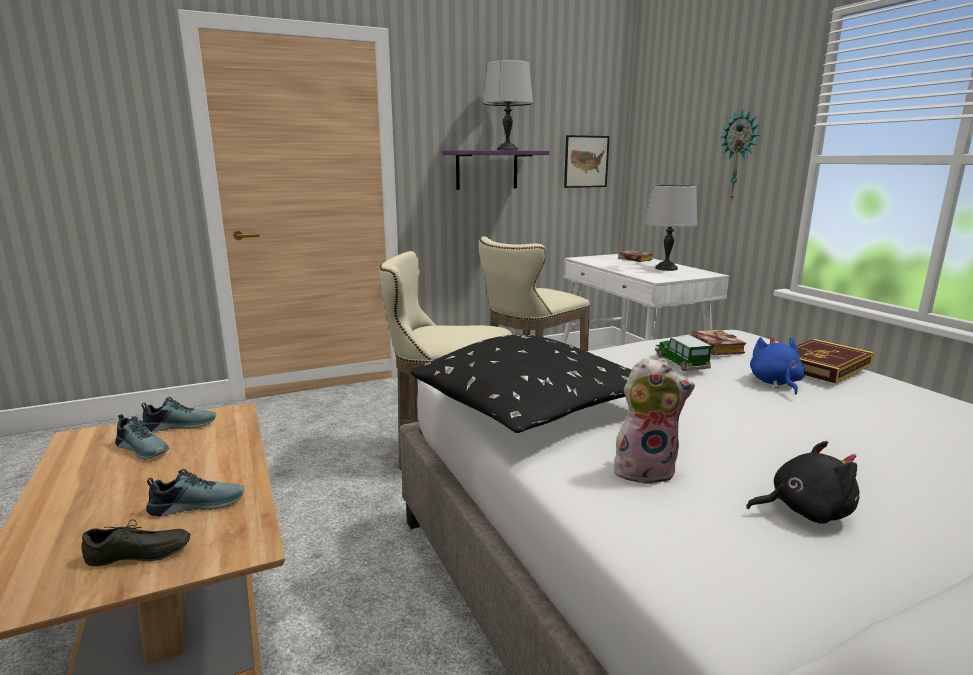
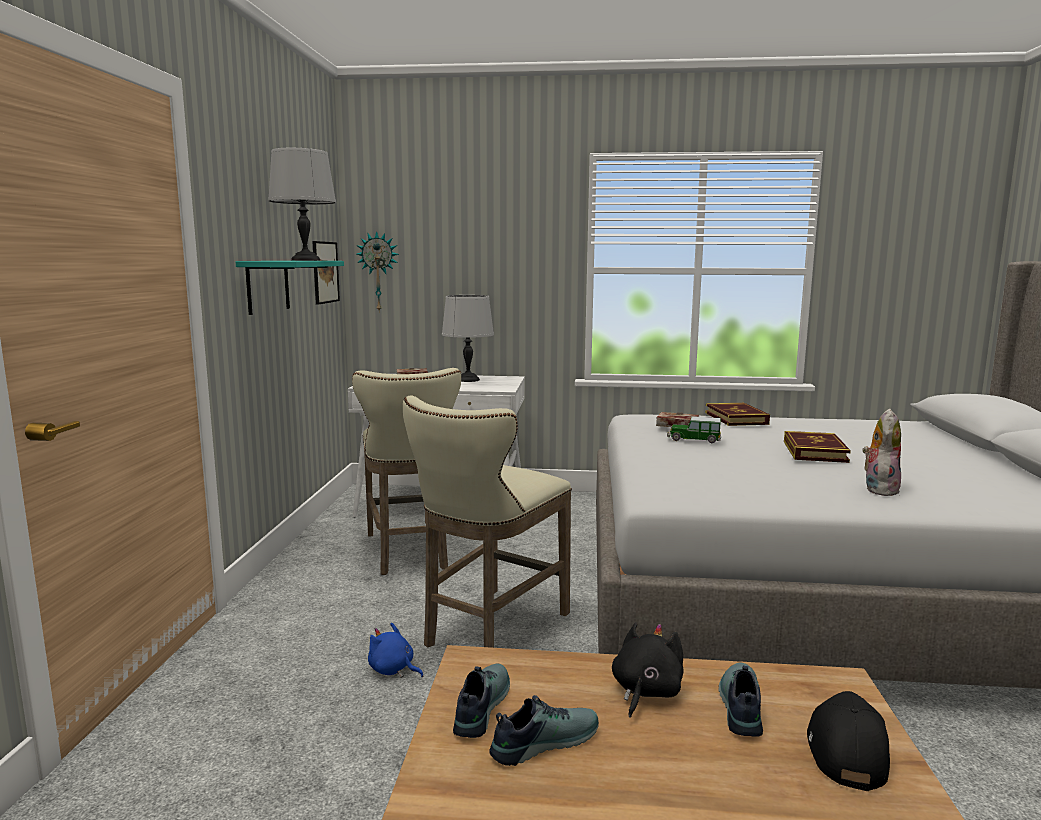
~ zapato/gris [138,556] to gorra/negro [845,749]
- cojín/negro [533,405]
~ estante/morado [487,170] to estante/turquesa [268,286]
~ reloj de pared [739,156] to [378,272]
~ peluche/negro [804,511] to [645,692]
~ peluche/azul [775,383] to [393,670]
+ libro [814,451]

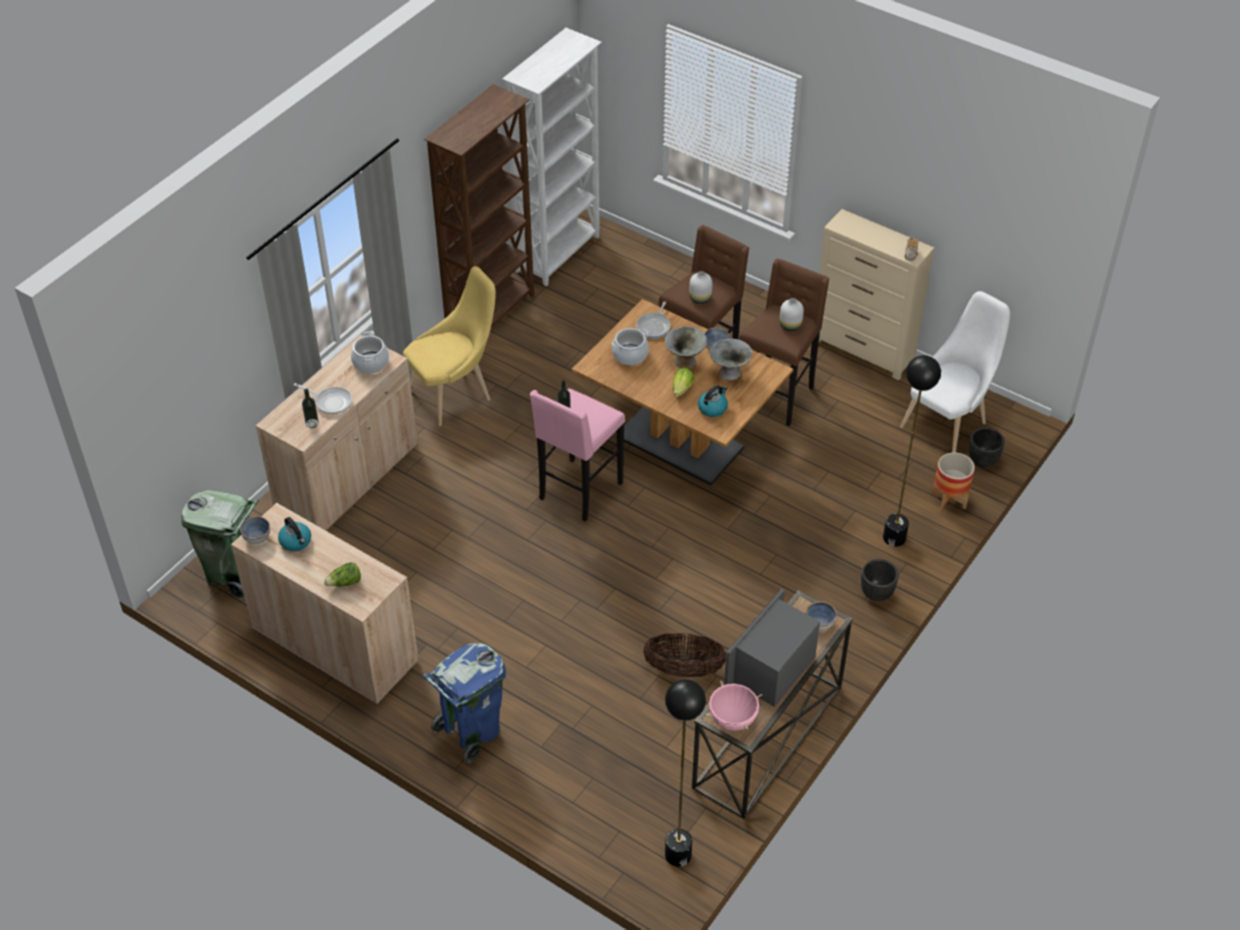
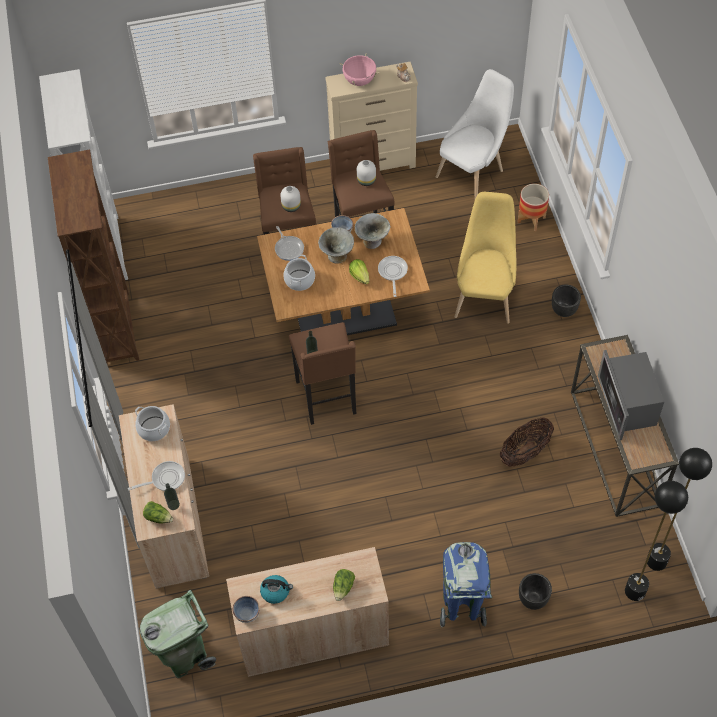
~ silla/amarillo [455,393] to [484,295]
~ taburete/rosa [579,492] to taburete/marrón [327,398]
~ hervidor [712,408] to sartén [392,273]
~ olla/rosa [732,720] to [359,80]
- cuenco [820,623]
~ lámpara de pie/negro [894,537] to [635,591]
~ silla/blanco [947,422] = [473,172] 45 degrees clockwise
~ maceta/negro [982,461] to [532,600]
+ lechuga [158,517]

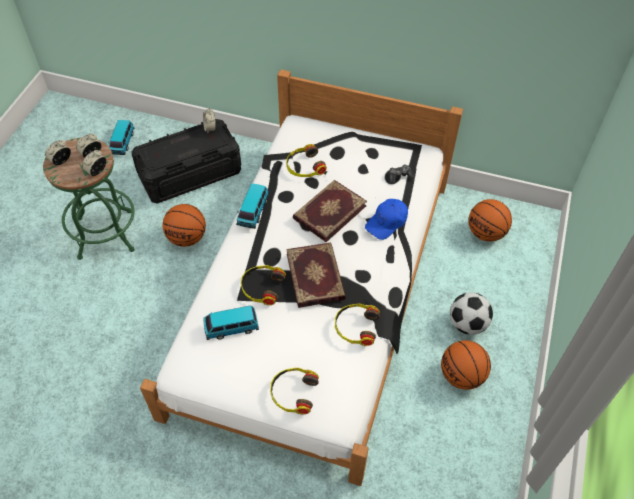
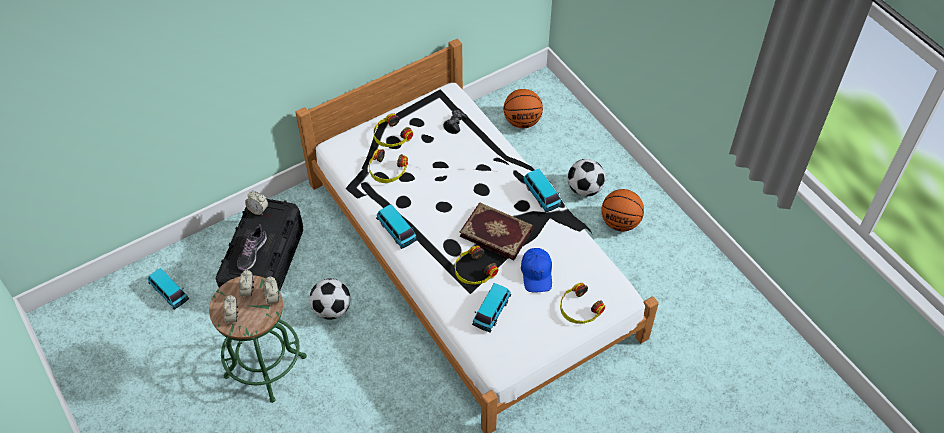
~ balón de baloncesto [187,238] to balón de fútbol [332,309]
- libro [329,211]
~ auriculares [355,327] to [391,136]
~ gorra/azul [387,222] to [537,273]
+ zapato [252,252]
+ coche de juguete [541,195]

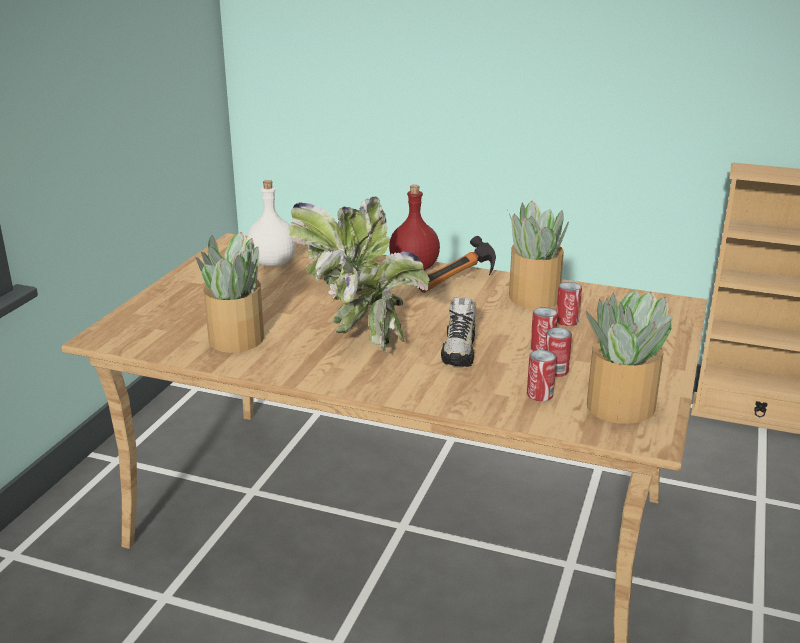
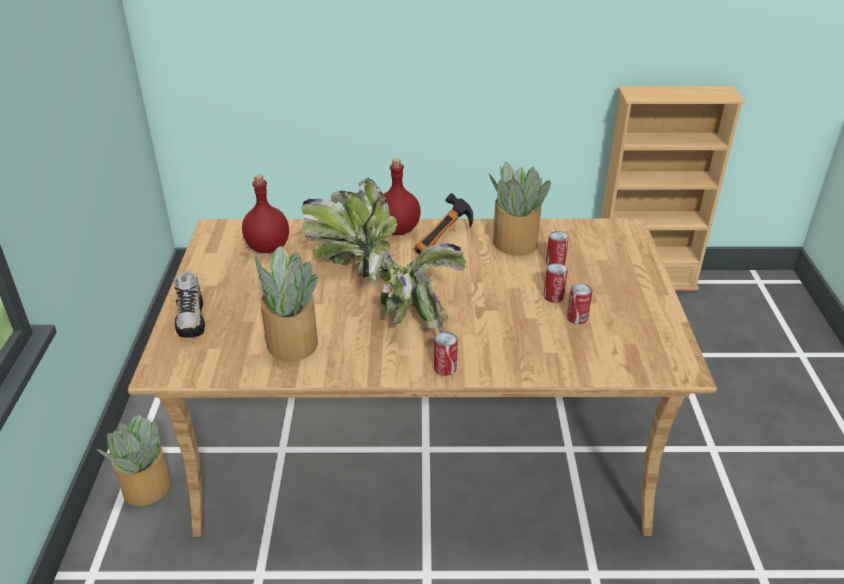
~ botella/blanco [273,262] to botella/rojo [268,247]
~ zapato [459,351] to [191,319]
~ lata [540,395] to [445,368]
~ planta en maceta [619,406] to [145,488]

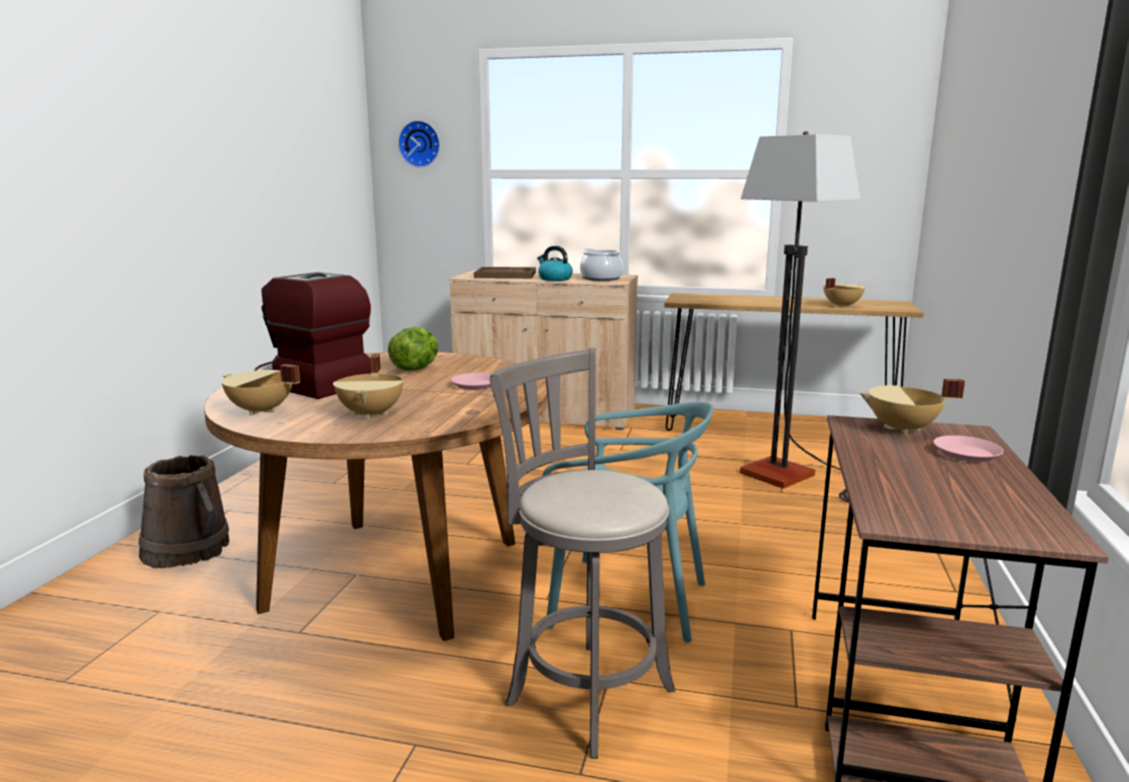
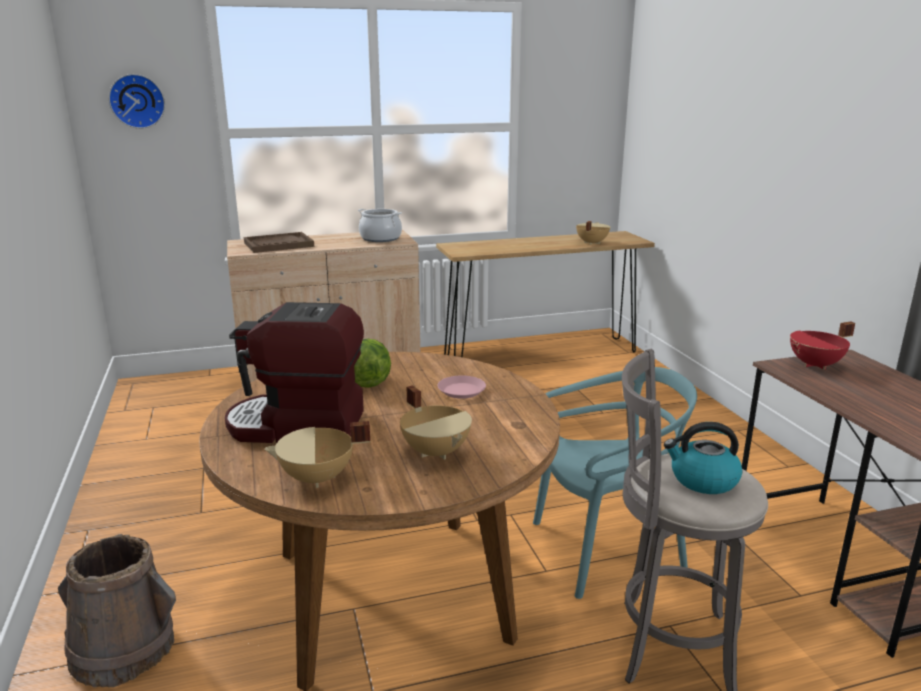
~ hervidor [554,279] to [702,480]
- lámpara de pie [797,478]
~ olla/beis [903,429] to olla/rojo [816,365]
- plato/rosa [966,453]

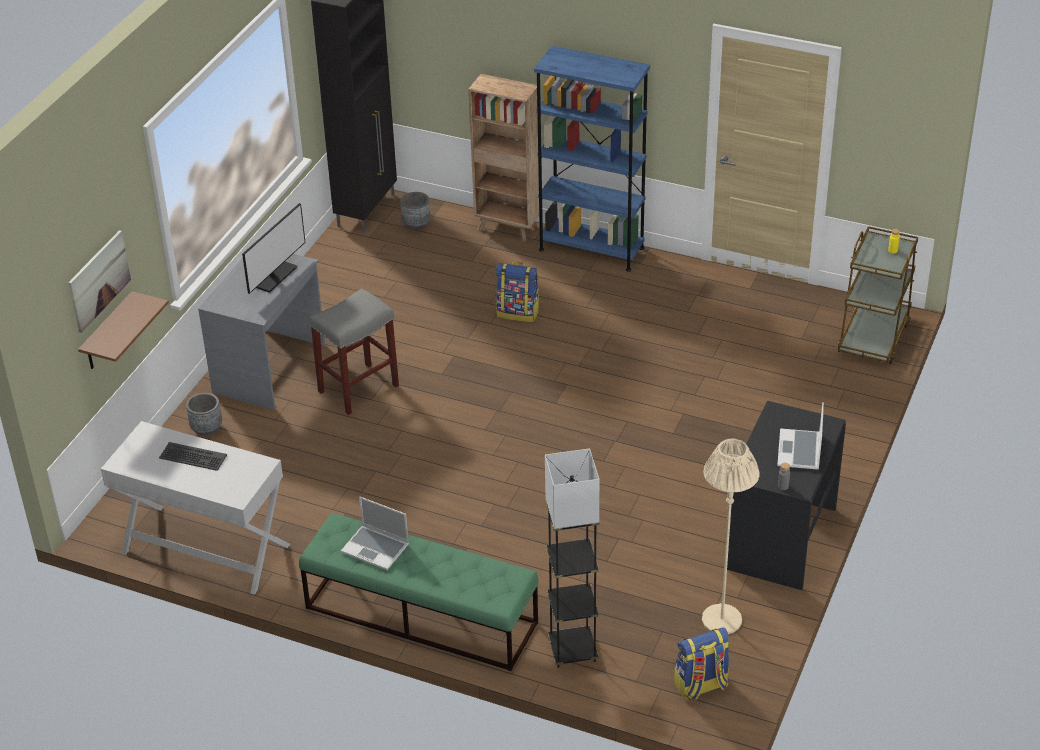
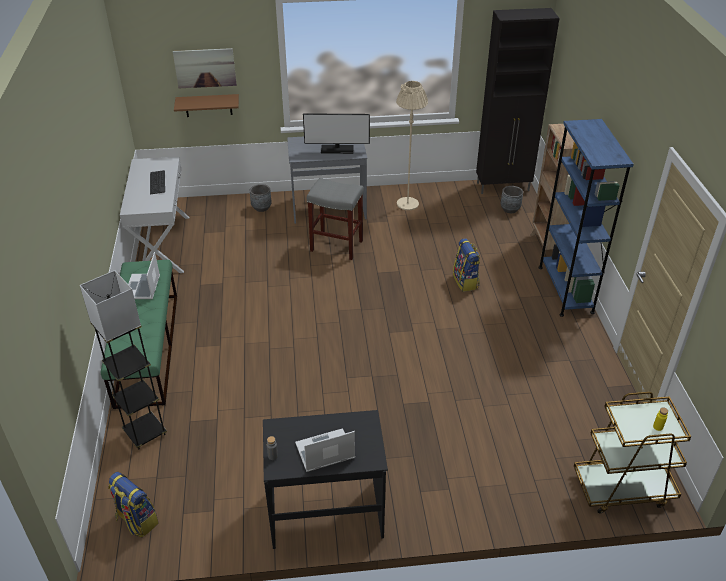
~ lámpara de pie/beis [721,619] to [407,204]

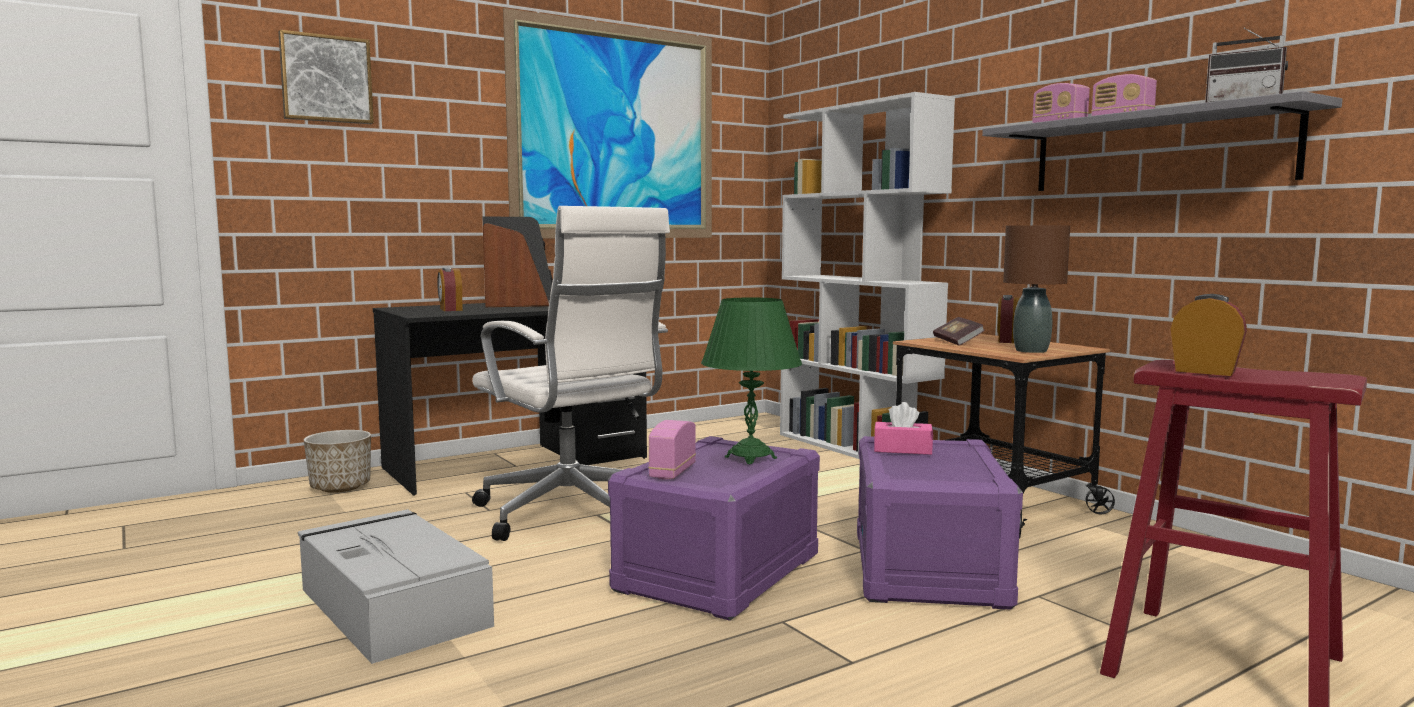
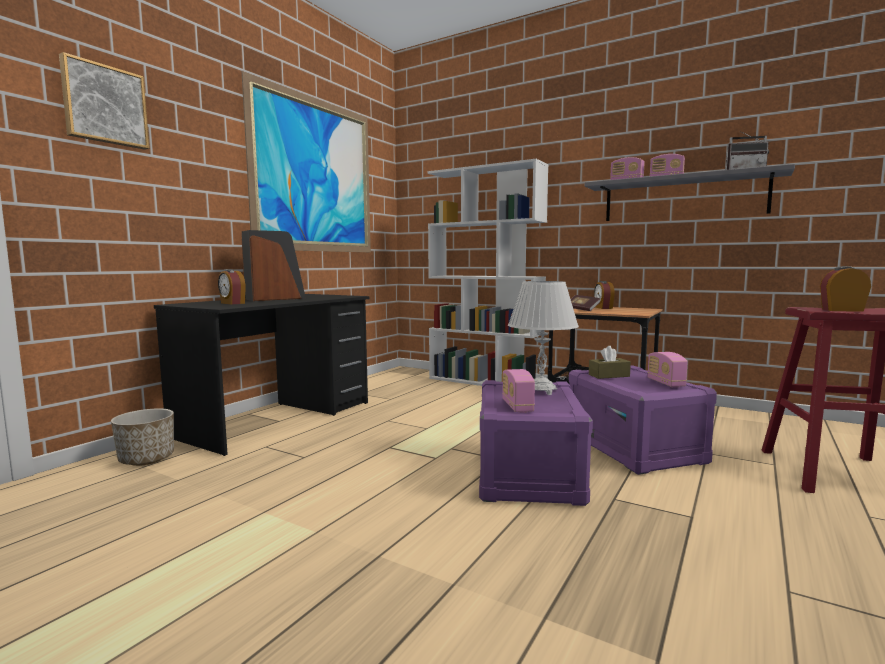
- caja de almacenaje/gris [392,606]
- silla de oficina/blanco [572,514]
~ lámpara de mesa/verde [751,457] to lámpara de mesa/blanco [541,391]
~ caja de pañuelos/rosa [902,449] to caja de pañuelos/marrón [609,375]
- lámpara de mesa/marrón [1031,350]
+ radio [665,383]

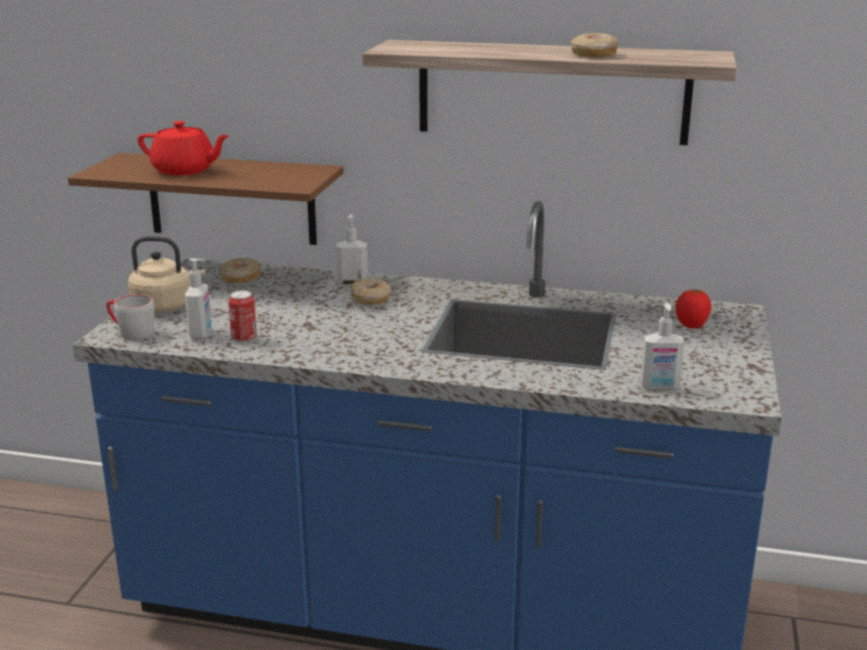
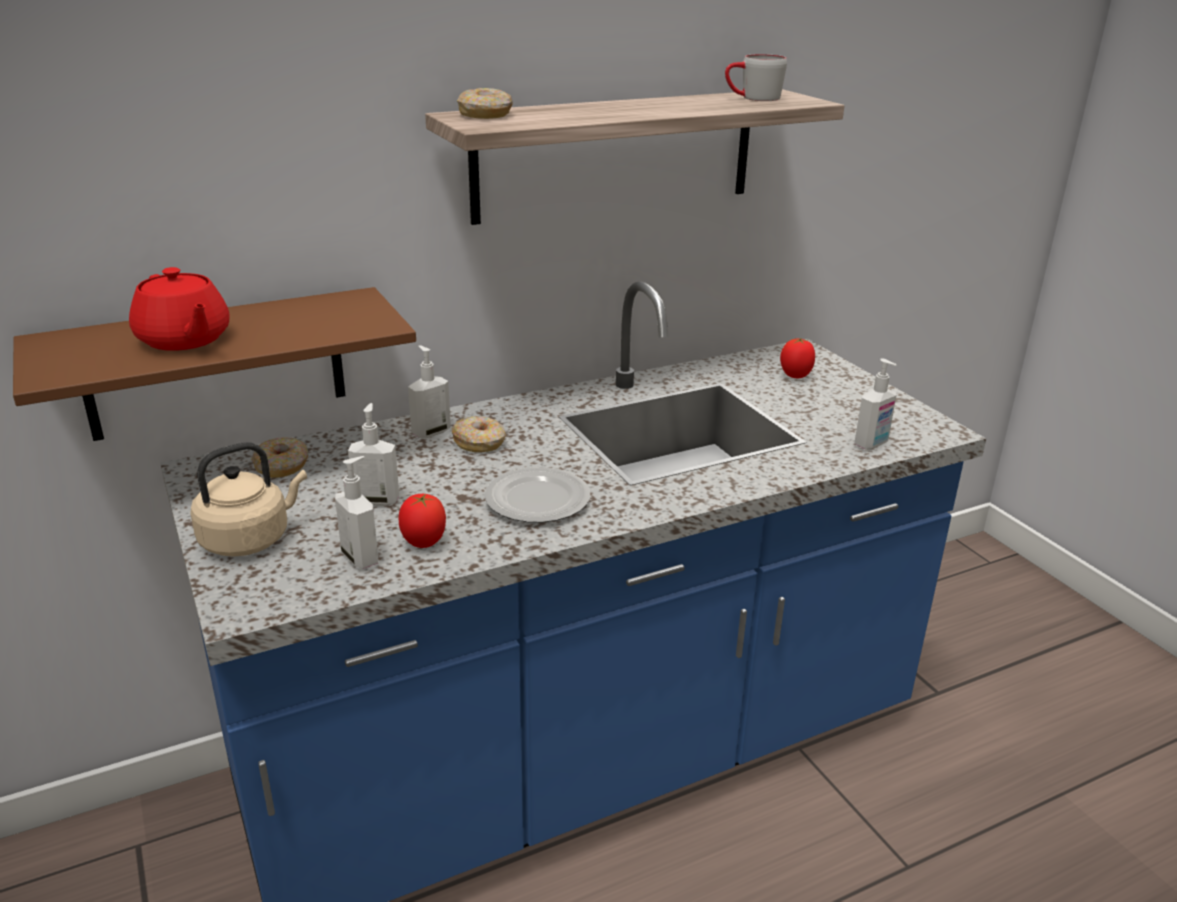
~ taza grande/gris [130,331] to [752,98]
~ tetera/rojo [185,171] = [184,340] 75 degrees clockwise
~ lata [244,339] to tomate [424,543]
~ rosquilla [593,54] to [485,115]
+ dispensador de jabón [377,500]
+ plato [536,501]

